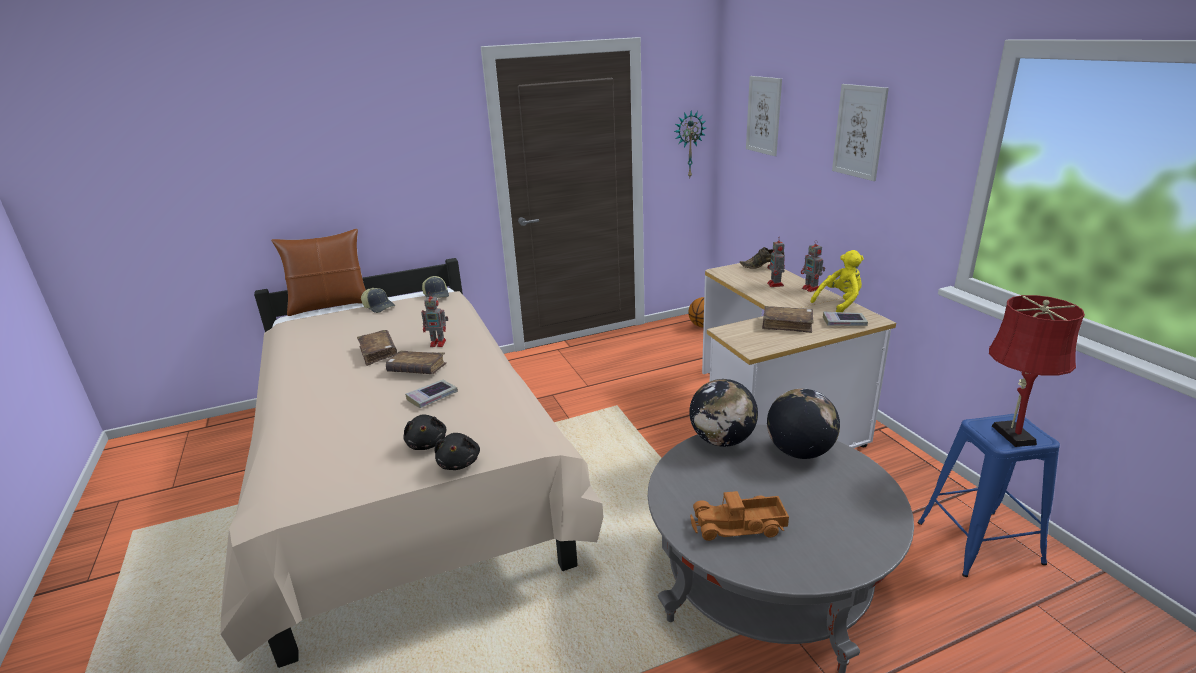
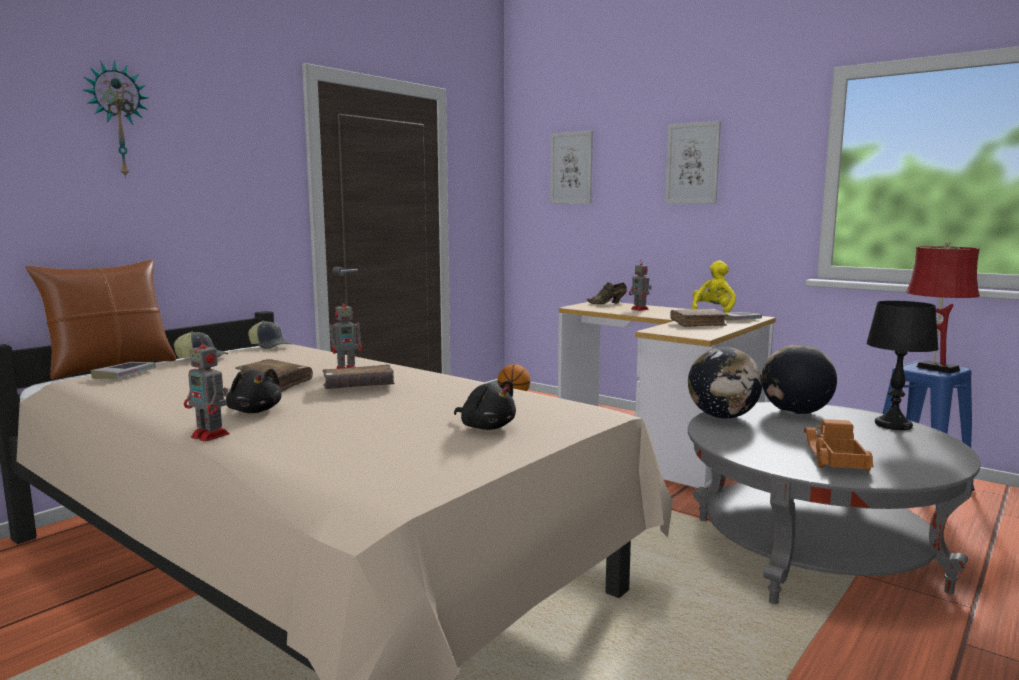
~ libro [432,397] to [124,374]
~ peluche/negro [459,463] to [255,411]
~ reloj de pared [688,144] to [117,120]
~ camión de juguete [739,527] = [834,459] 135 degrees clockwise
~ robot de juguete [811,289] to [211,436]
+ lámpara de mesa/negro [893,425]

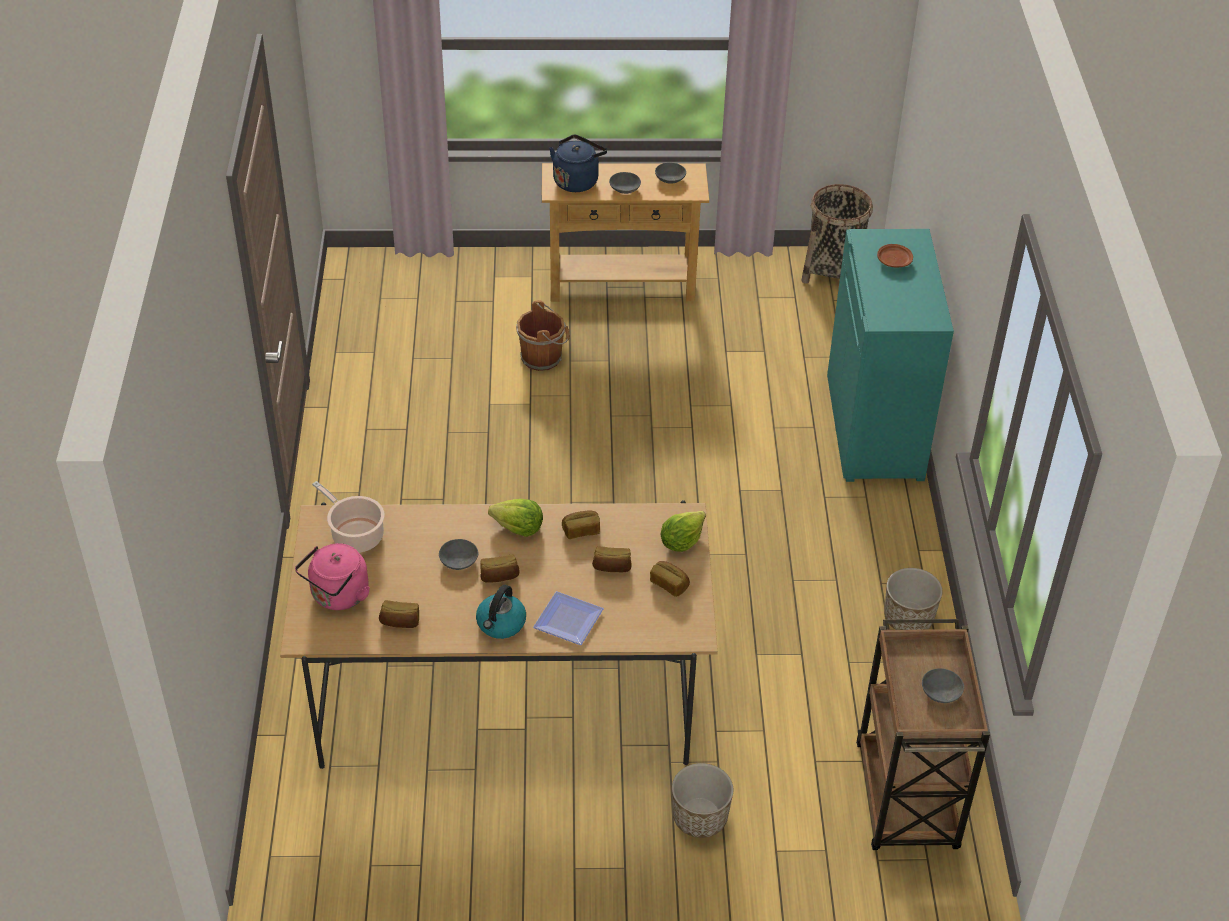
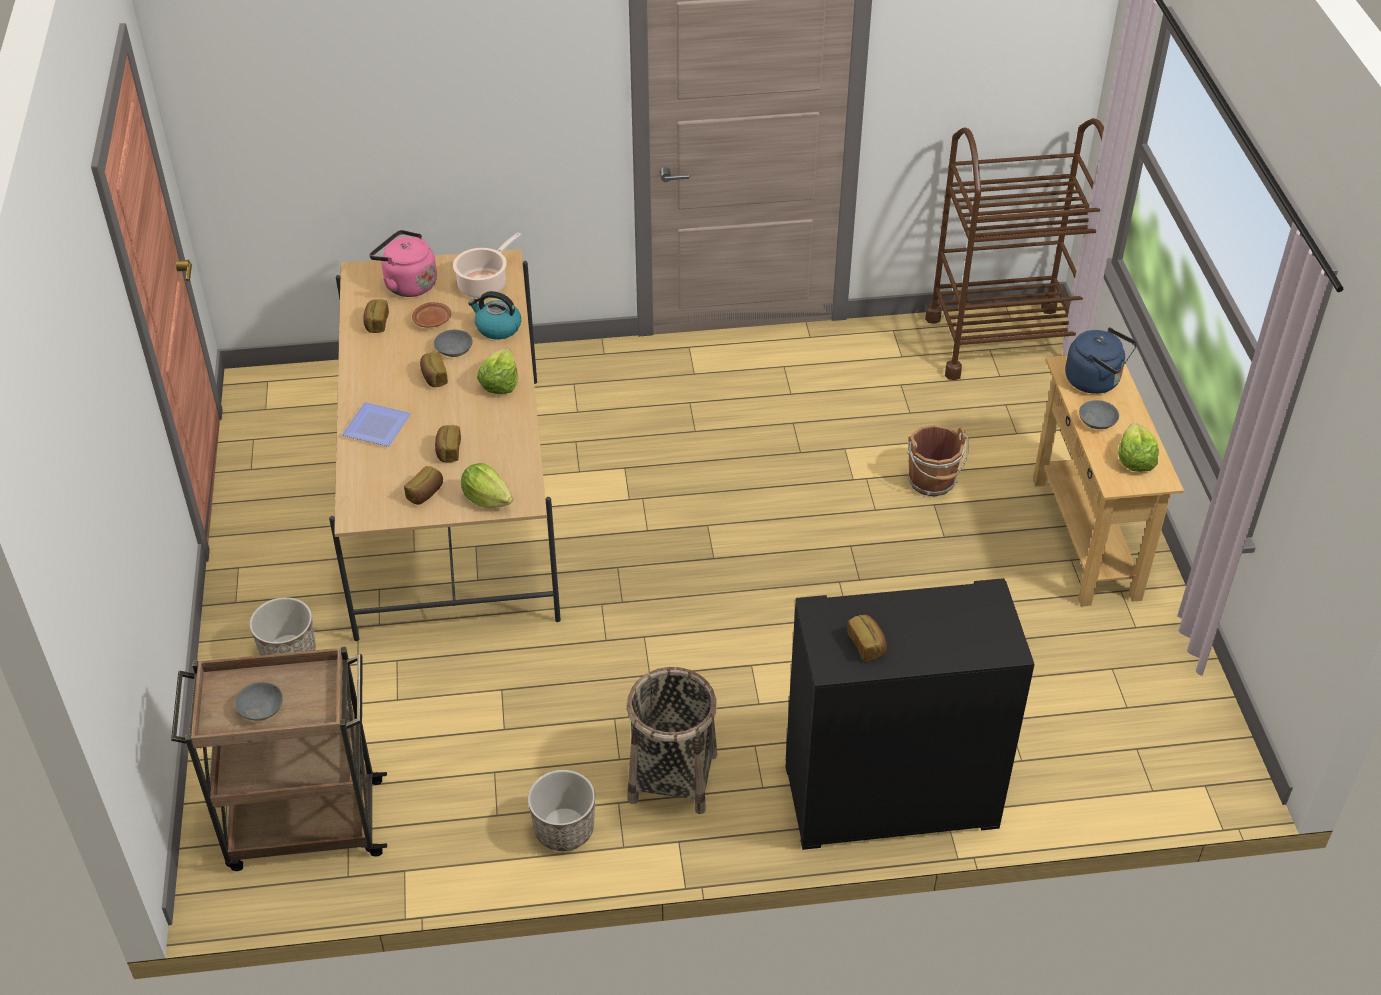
~ hervidor [501,624] to [497,328]
~ pan [581,530] to [867,644]
~ cuenco/gris [670,179] to lechuga [1134,460]
~ cesta [833,271] to [672,776]
~ armario/turquesa [876,428] to armario/negro [889,797]
~ plato/marrón [893,261] to [432,320]
+ carrito/marrón [1001,341]

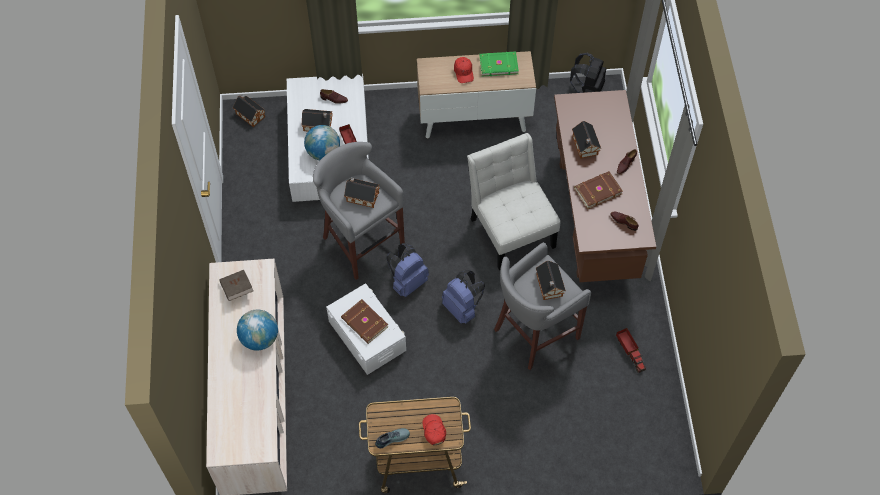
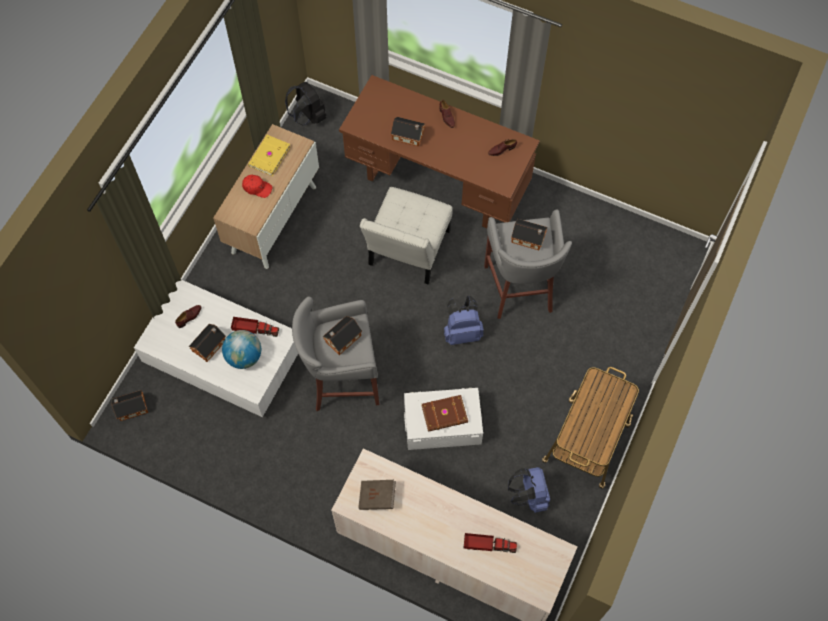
- globo terráqueo [260,338]
- zapato [392,438]
~ mochila/azul [407,282] to [529,496]
- gorra/rojo [434,431]
~ silla/blanco [511,228] = [407,252] 75 degrees counterclockwise
~ libro/verde [498,64] to libro/amarillo [268,156]
- libro/marrón [597,190]
~ camión de juguete [630,352] to [488,545]

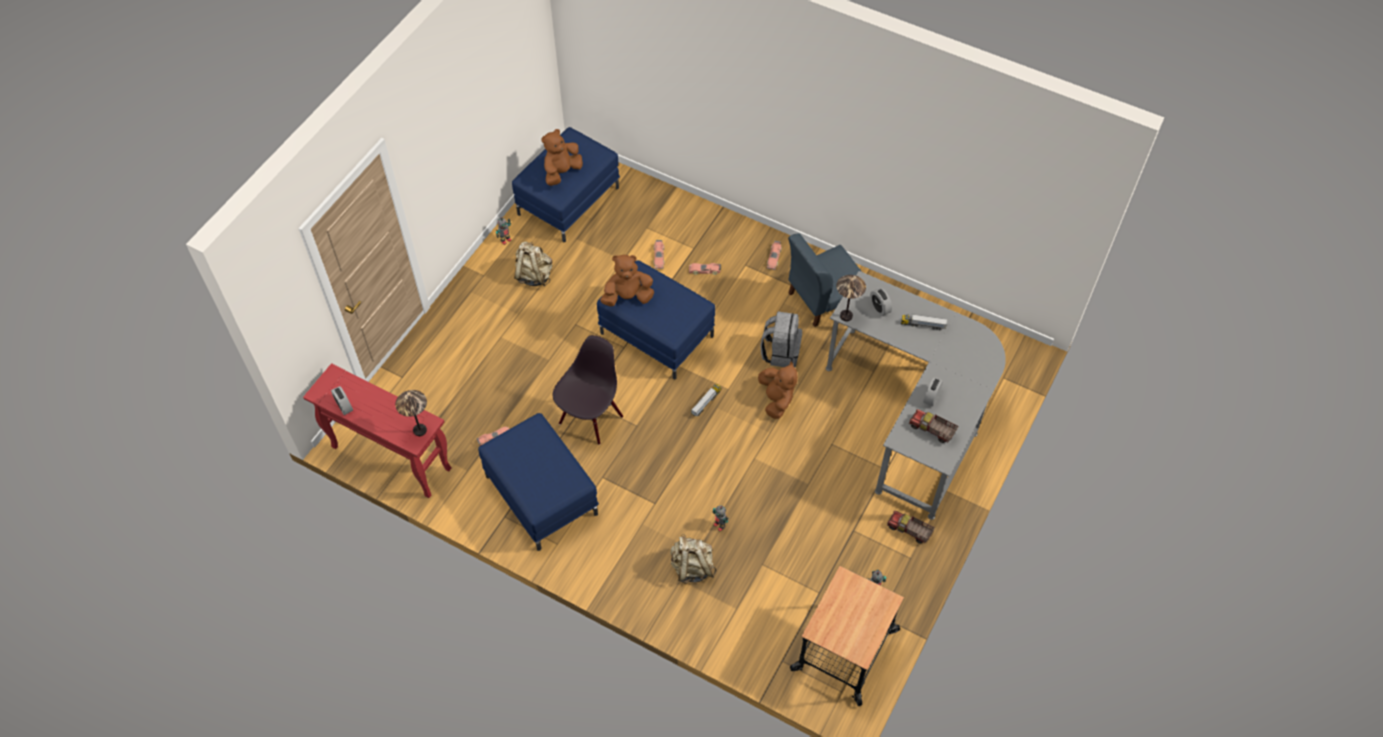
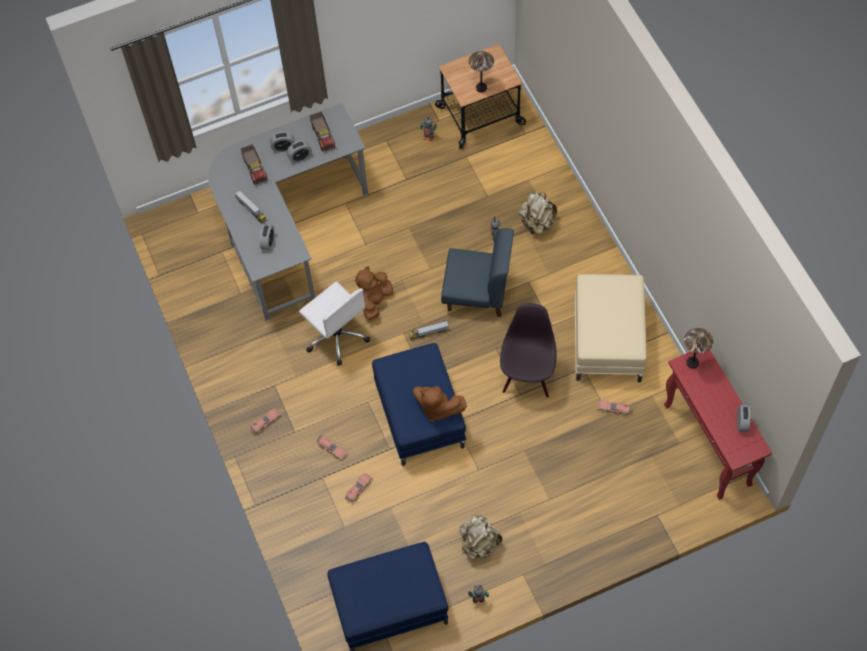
~ puf/azul [541,495] to puf/beis [608,340]
- peluche/marrón [562,172]
~ silla/negro [590,418] = [527,377] 120 degrees clockwise
~ mochila/gris [780,352] to silla de oficina/blanco [337,336]
~ silla/azul [824,299] to [477,293]
~ lámpara de mesa [846,316] to [481,88]
~ camión de juguete [909,531] to [255,169]
+ despertador [283,147]

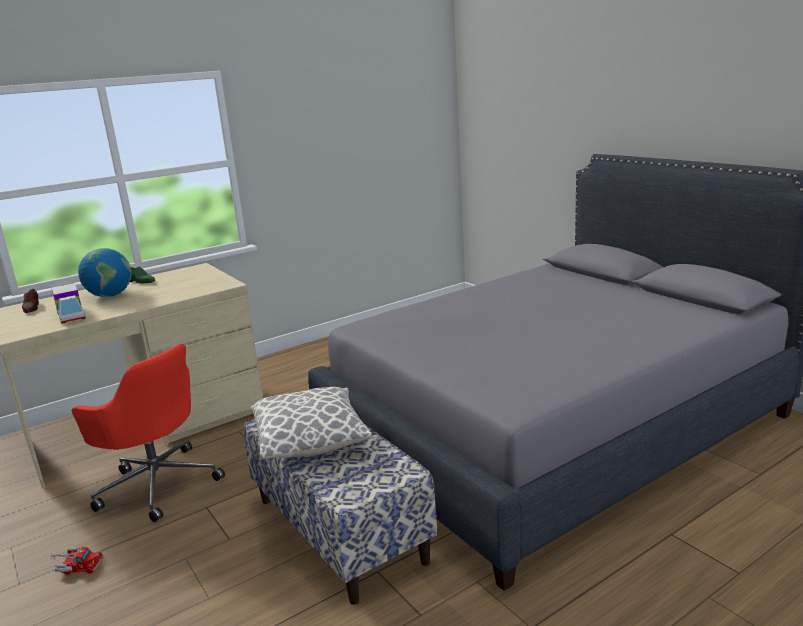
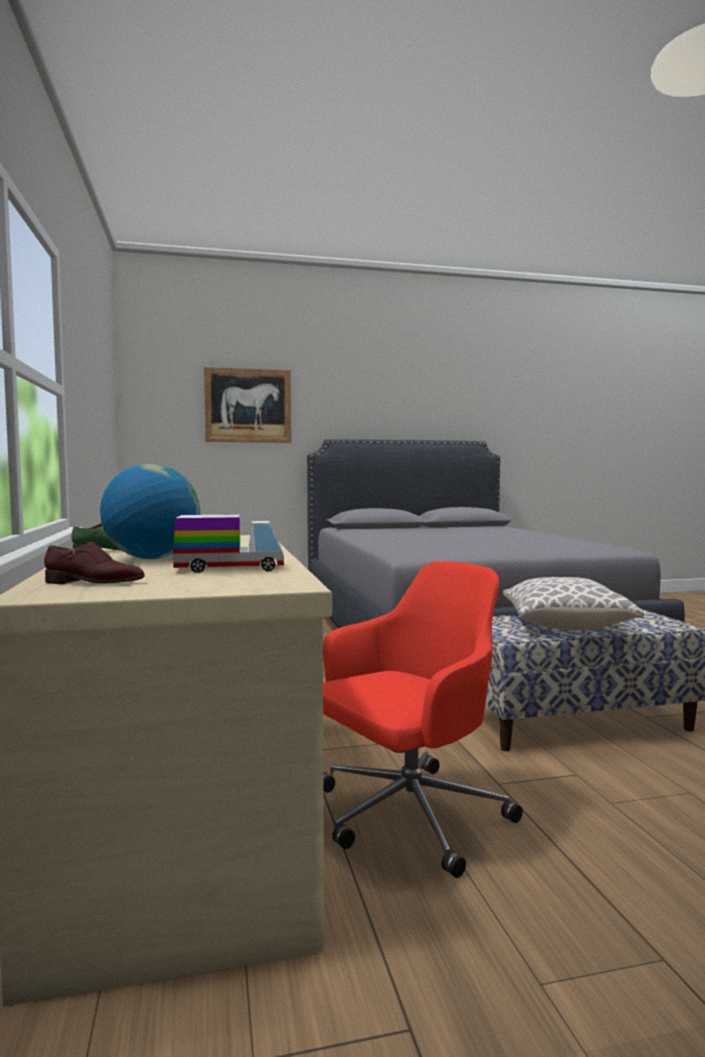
- camión de juguete [76,566]
+ cuadro [248,405]

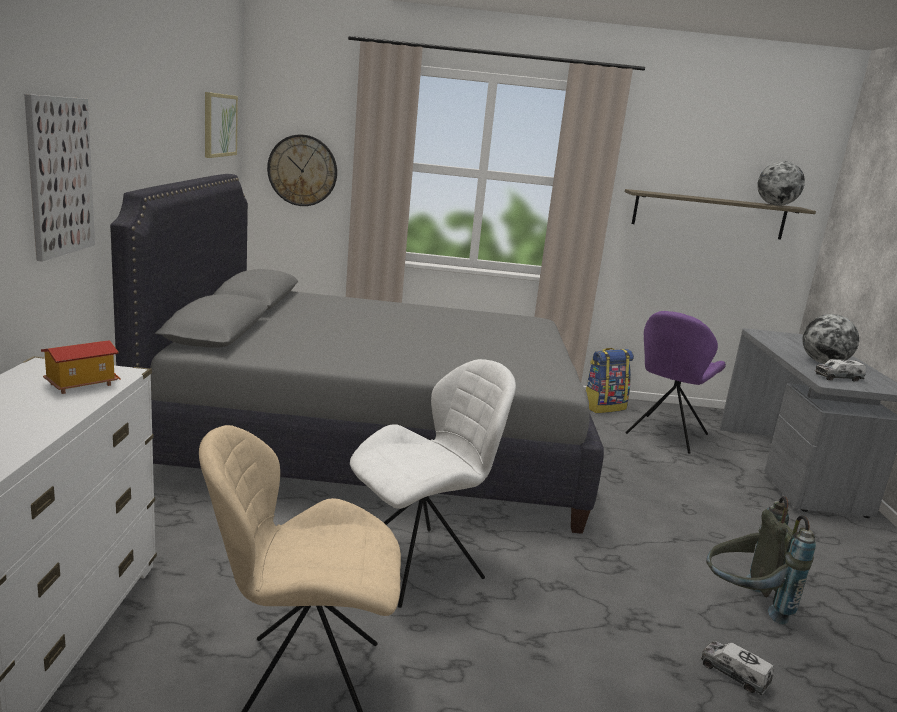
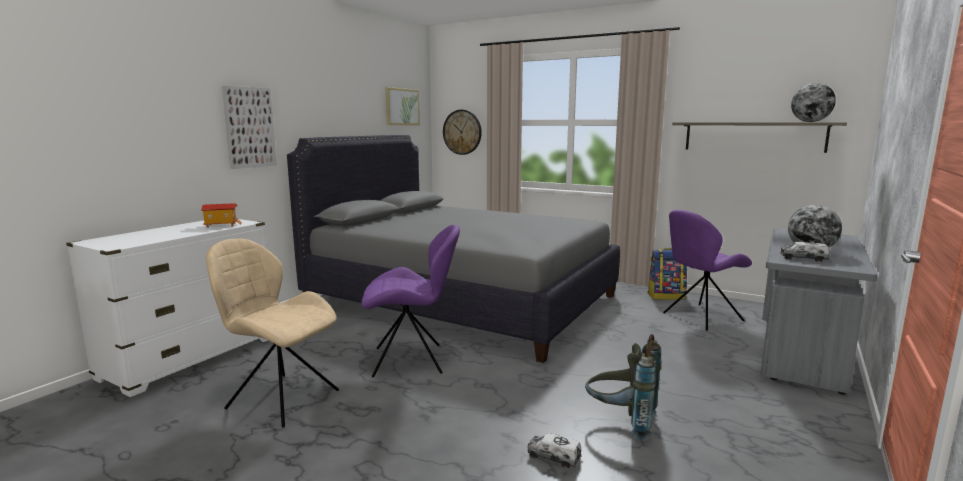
~ silla/blanco [420,564] to silla/morado [411,360]
~ camión de juguete [734,674] = [554,457] 45 degrees counterclockwise

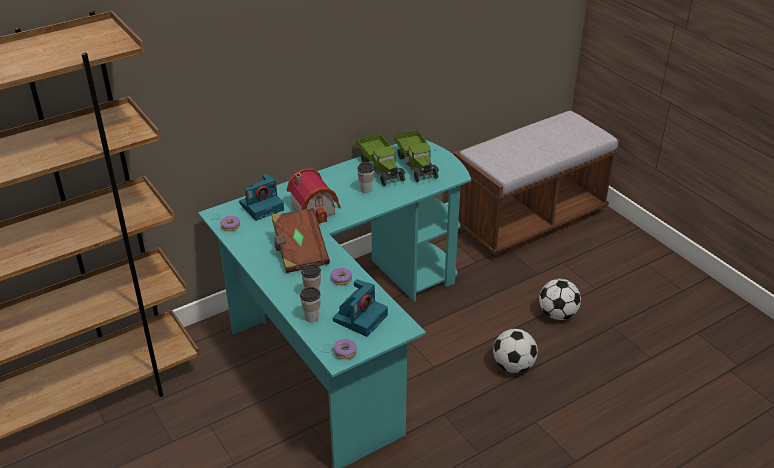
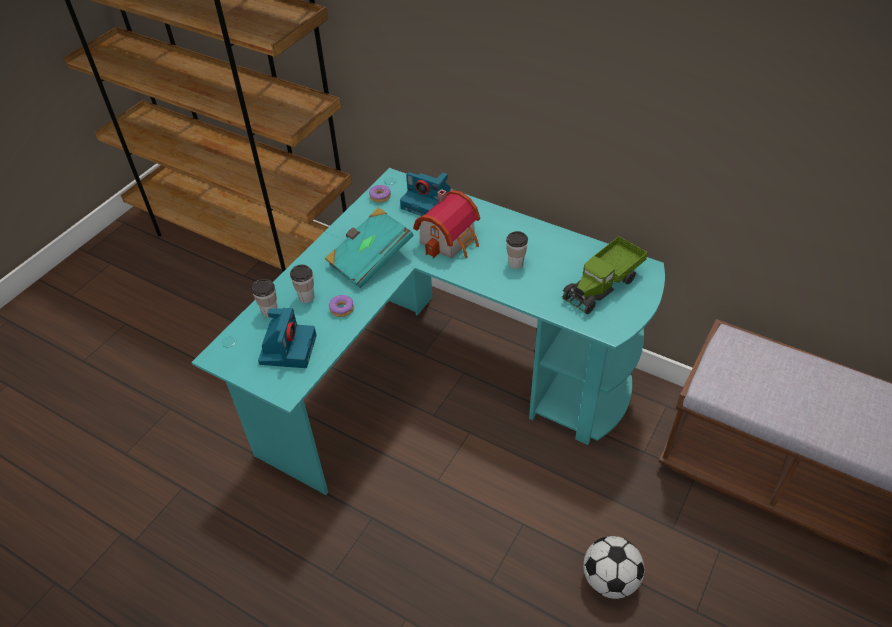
~ libro/marrón [299,251] to libro/turquesa [370,259]
~ cámara [360,317] = [288,348] 90 degrees counterclockwise
- rosquilla [345,352]
- camión de juguete [381,168]
- balón de fútbol [513,366]

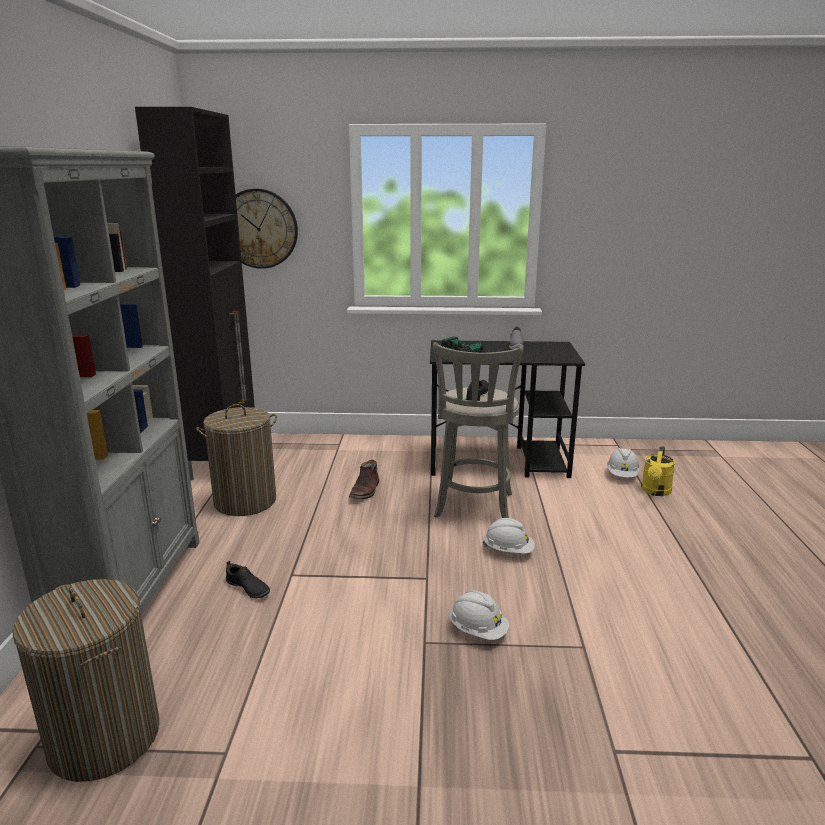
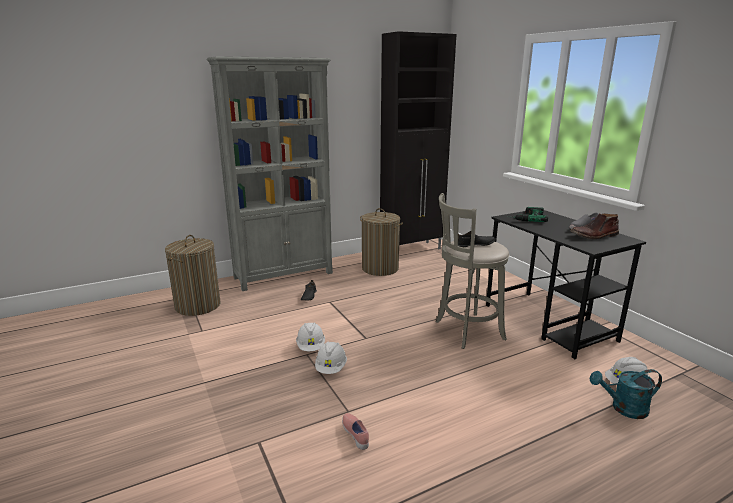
- reloj de pared [259,229]
~ bota/marrón [365,491] to [594,236]
~ casco/blanco [508,551] to [311,347]
~ regadera/amarillo [655,492] to regadera/turquesa [623,409]
+ zapato/rosa [356,435]

